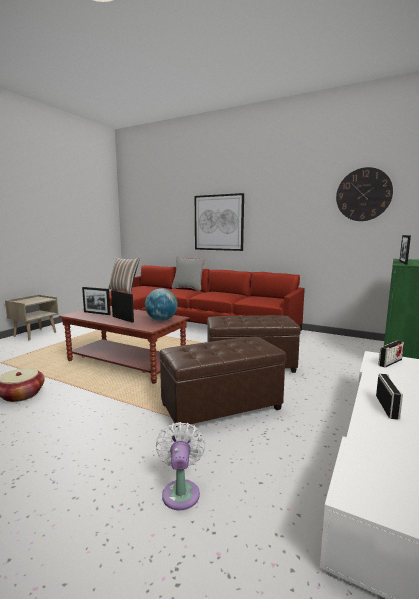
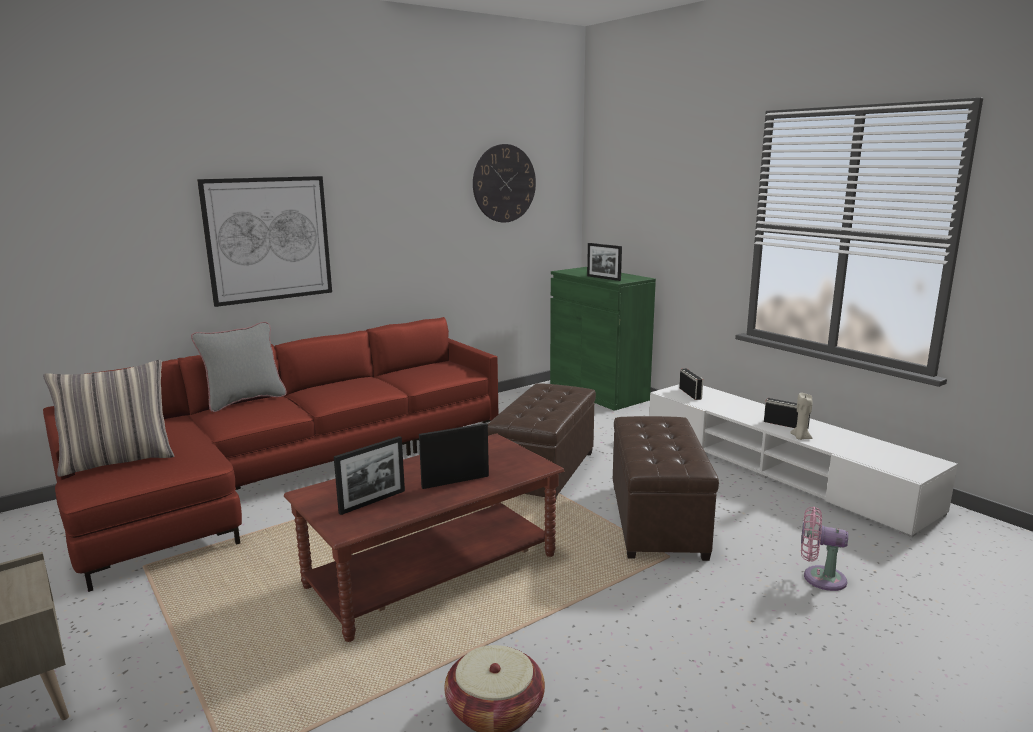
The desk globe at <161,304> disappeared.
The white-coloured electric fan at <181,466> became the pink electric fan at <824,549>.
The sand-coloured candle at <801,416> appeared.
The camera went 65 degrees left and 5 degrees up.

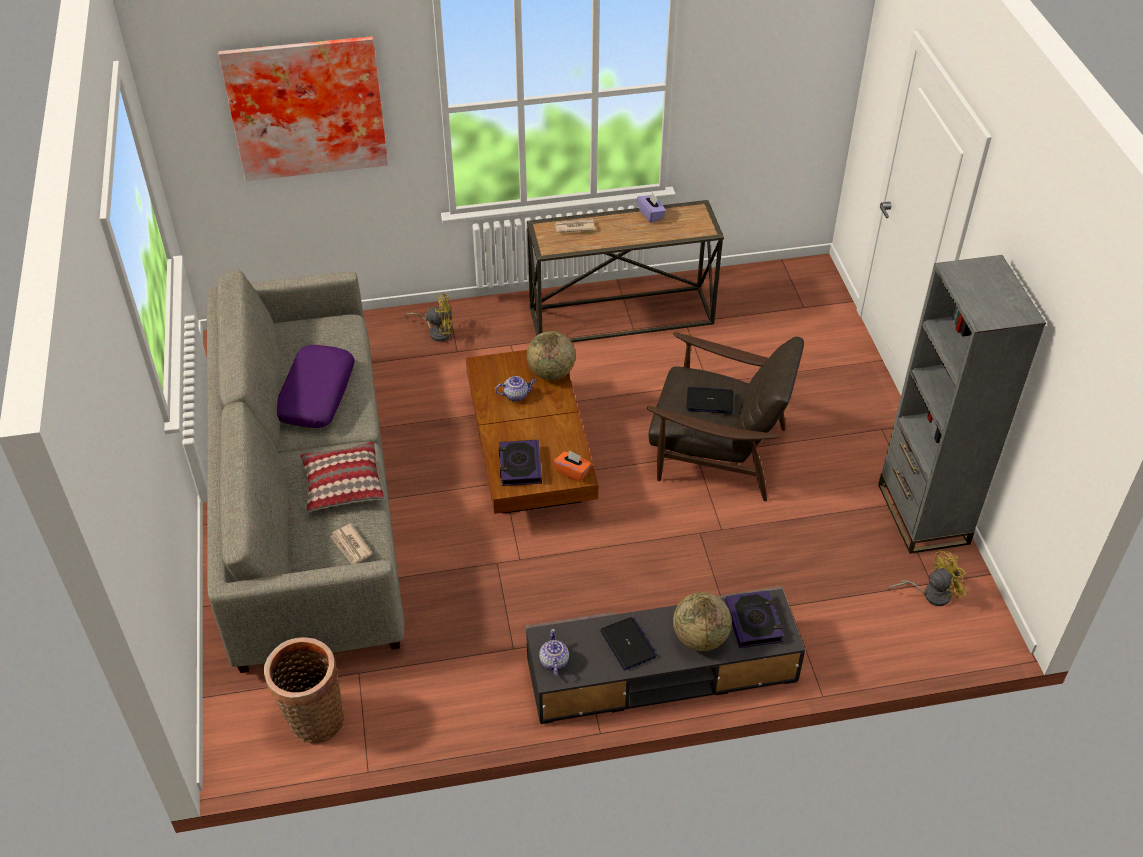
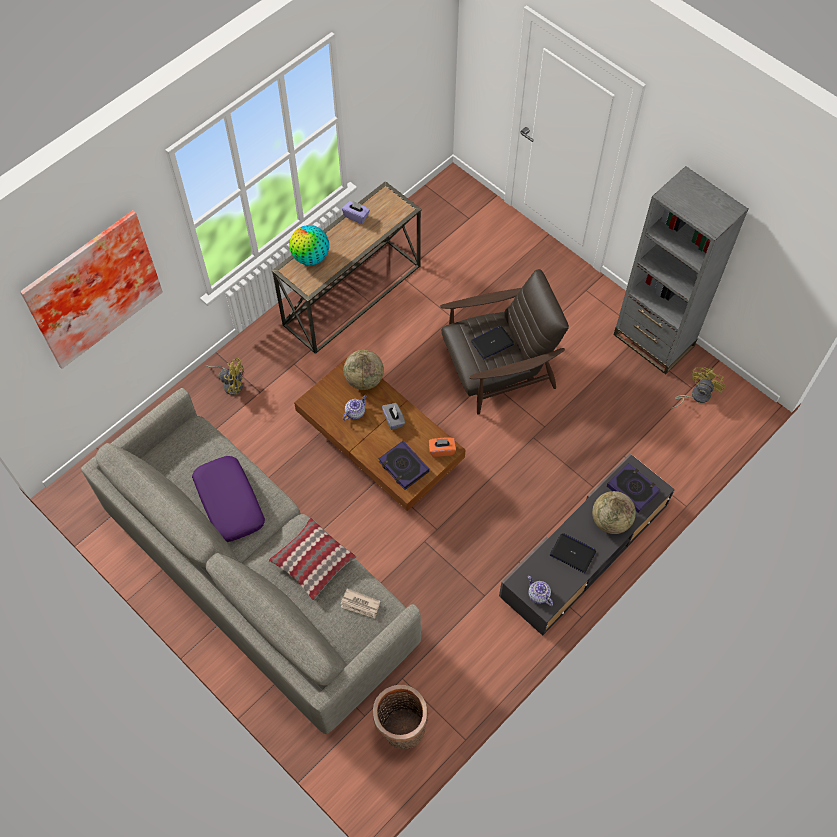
The newspaper at <574,225> was replaced by the desk globe at <309,245>.
The yellow-coloured electric fan at <429,317> turned 45 degrees clockwise.
The gray tissue box at <393,416> appeared.
The camera went 35 degrees left and 15 degrees up.

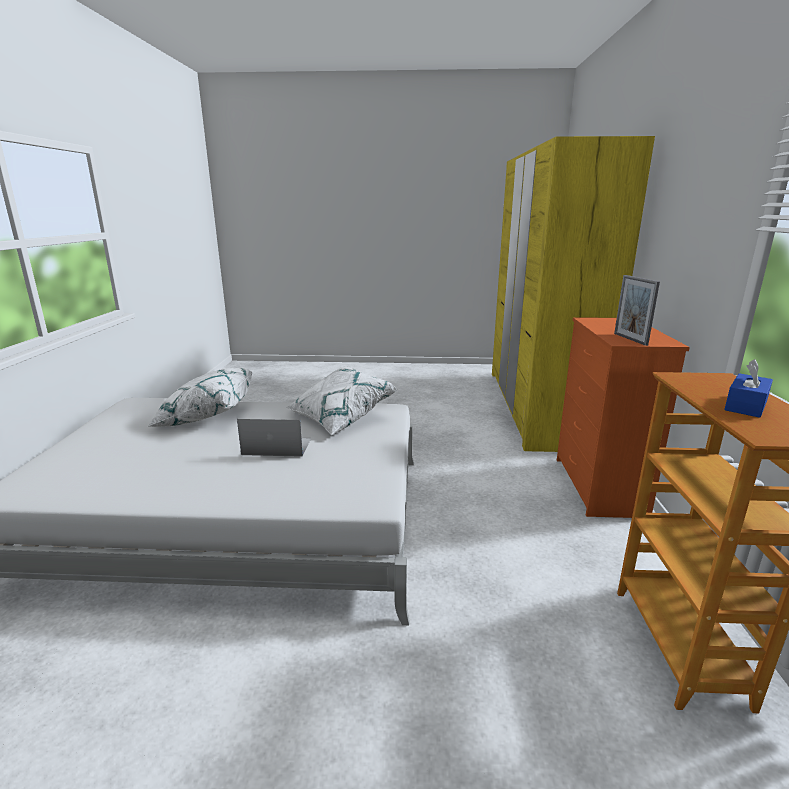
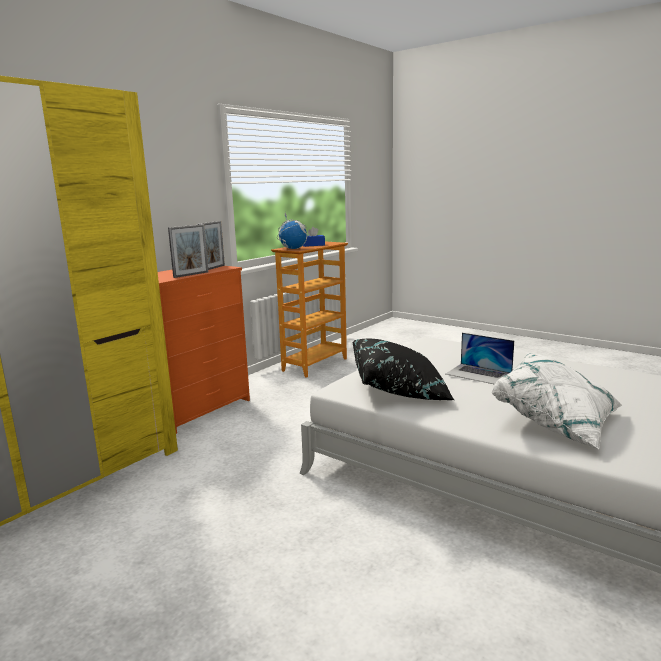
The white-coloured throw pillow at <341,401> became the blackish throw pillow at <403,369>.
The desk globe at <292,230> appeared.
The standing frame at <188,251> appeared.
The camera went 145 degrees left and 5 degrees down.

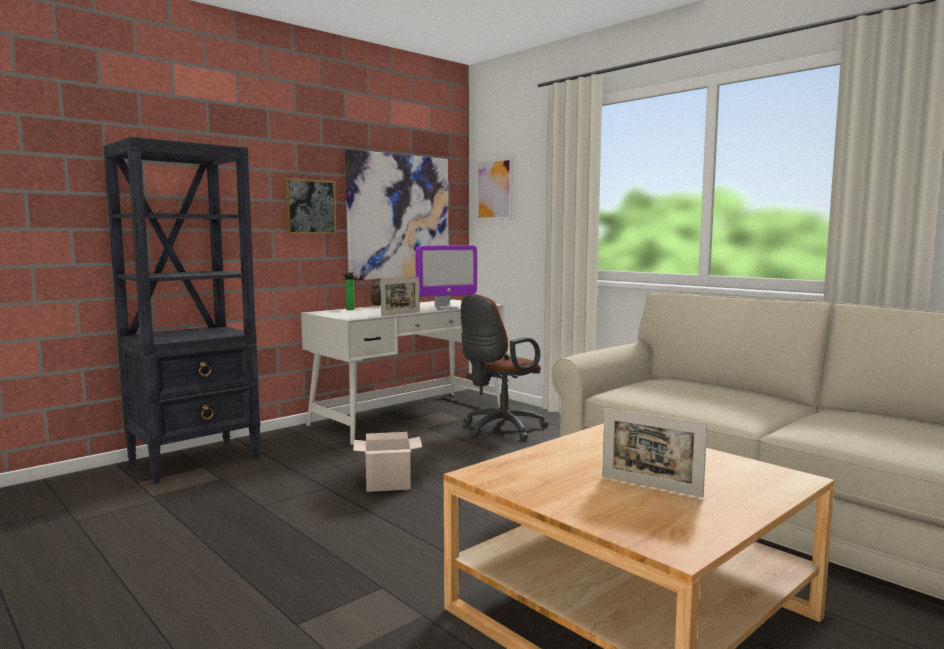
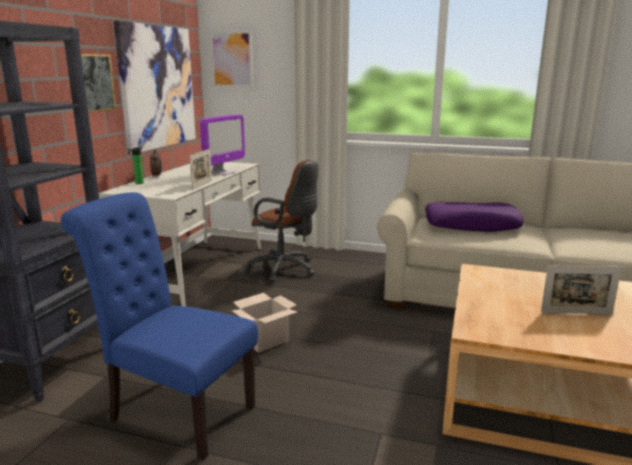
The brownish computer chair at <504,367> turned 75 degrees counterclockwise.
The blue upright chair at <159,326> appeared.
The purplish throw pillow at <474,217> appeared.
The camera went 30 degrees left and 10 degrees up.

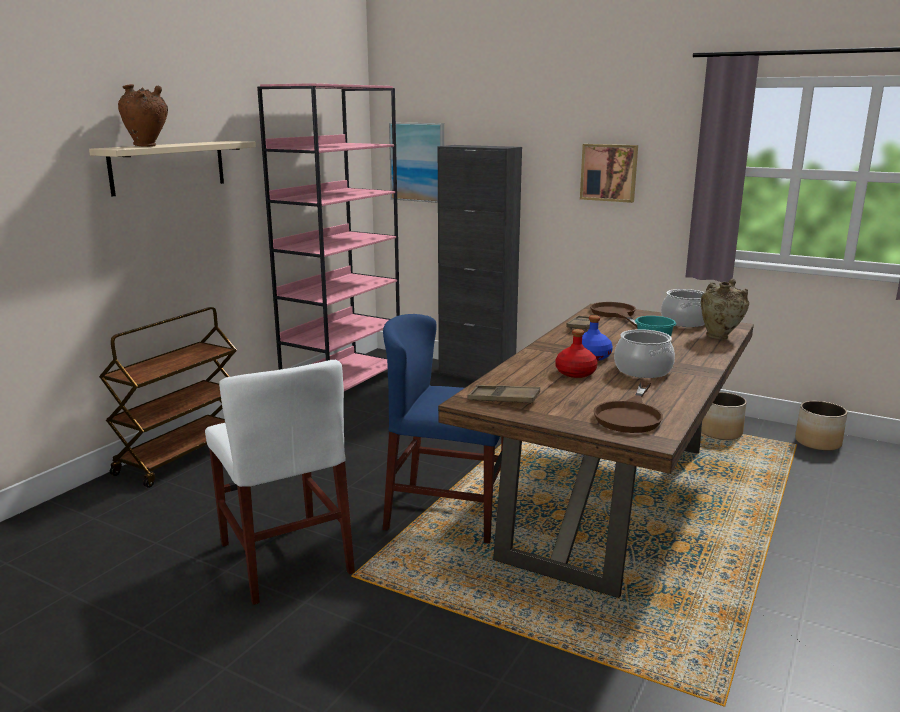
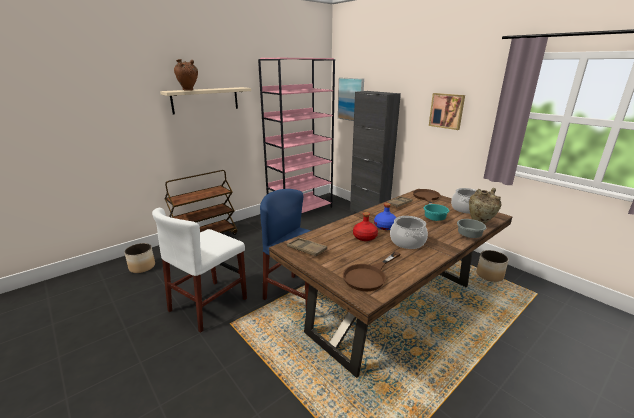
The white-coloured upright chair at <280,482> turned 45 degrees clockwise.
The plant pot moved from <821,426> to <139,258>.
The gray bowl at <471,228> appeared.
The camera went 20 degrees right and 5 degrees up.

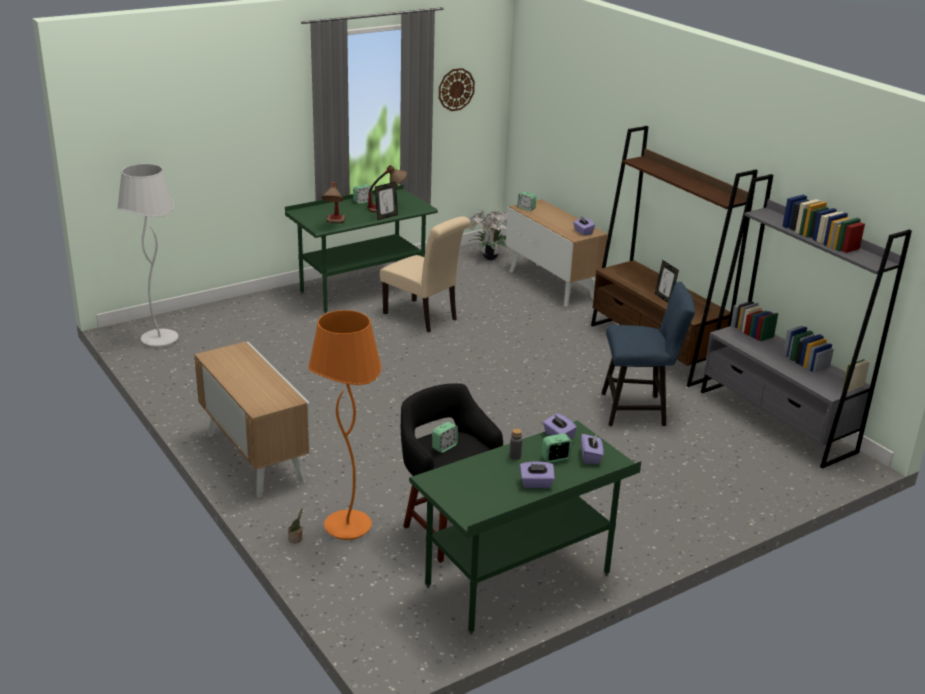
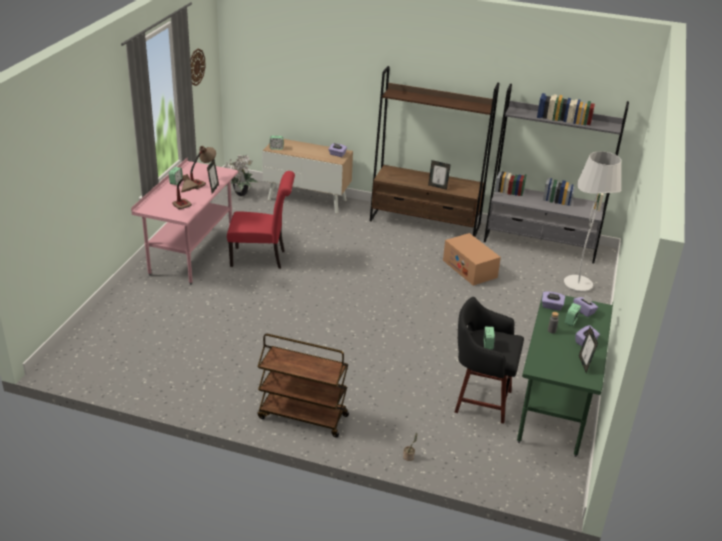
The white-coloured standard lamp moved from <147,256> to <592,221>.
The green-coloured desk unit at <361,249> became the pink desk unit at <184,221>.
The sand-coloured upright chair at <425,274> became the reddish upright chair at <261,220>.
The blue upright chair at <648,354> was replaced by the carton at <472,259>.
The orangey standard lamp at <344,425> disappeared.
The storage cabinet at <252,419> was replaced by the brownish trolley at <303,386>.
The standing frame at <588,350> appeared.
The camera went 40 degrees left and 5 degrees up.

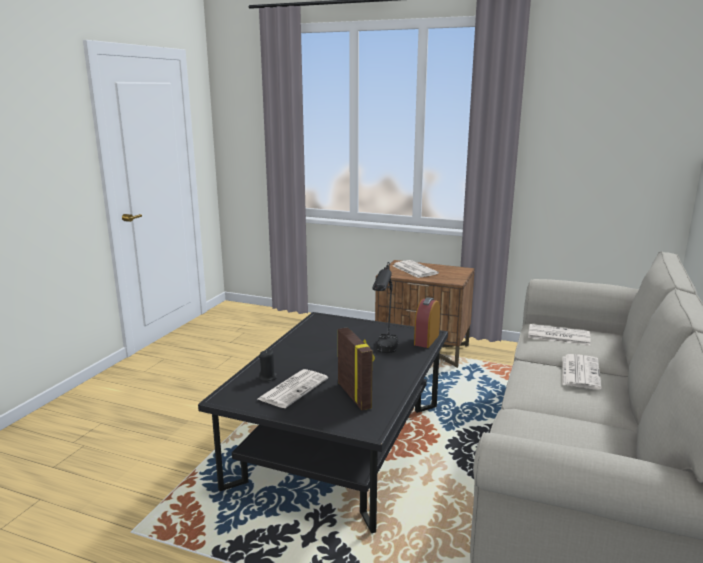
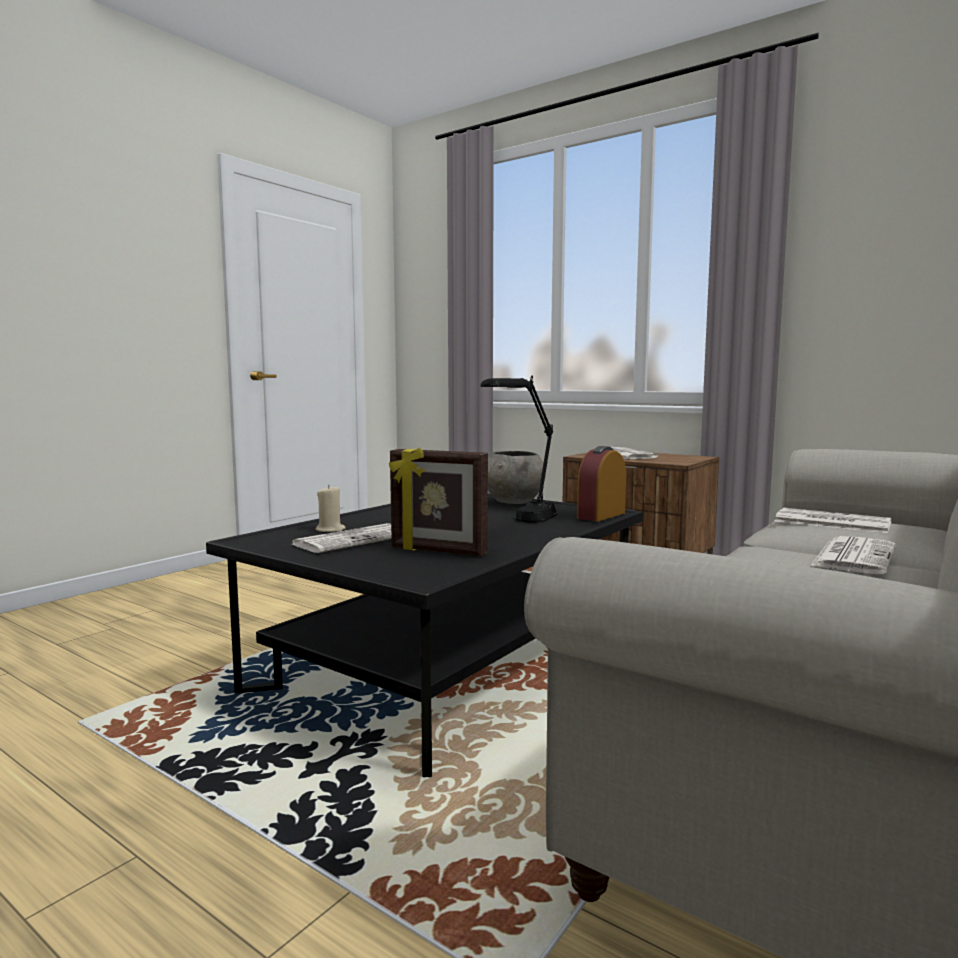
The standing frame at <356,368> turned 120 degrees clockwise.
The blackish candle at <268,365> became the sand-coloured candle at <331,508>.
The gray bowl at <517,477> appeared.
The camera went 15 degrees right and 10 degrees down.

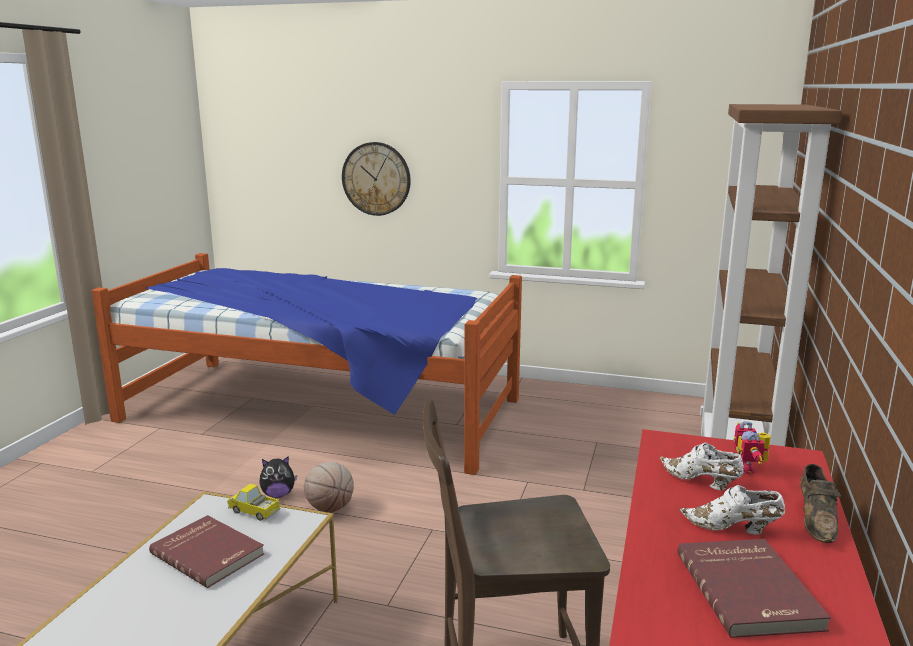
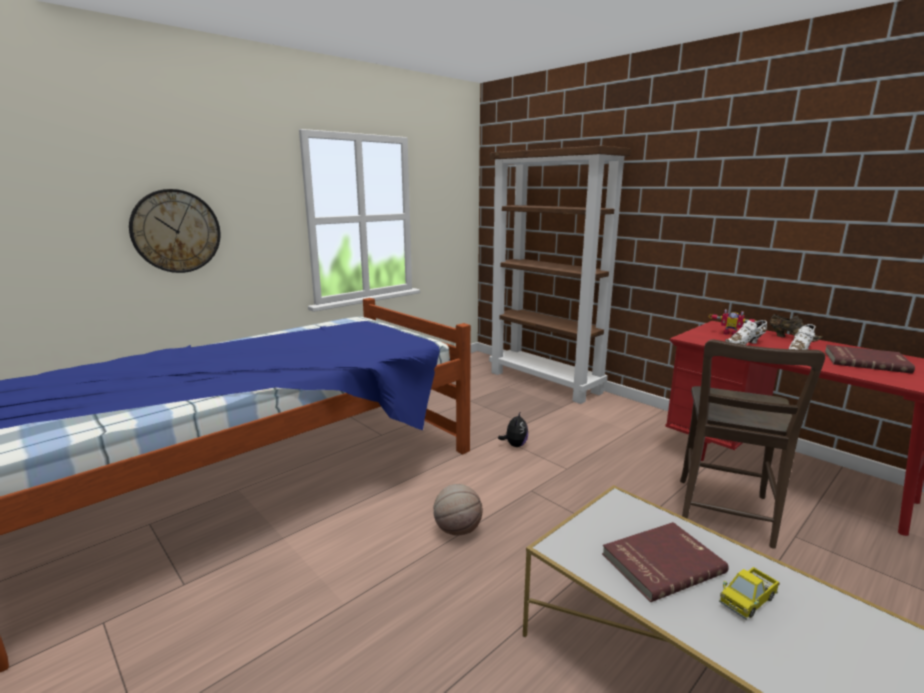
The soft toy moved from <278,477> to <513,429>.
The toy lorry moved from <253,502> to <749,593>.
The camera went 60 degrees left and 0 degrees up.

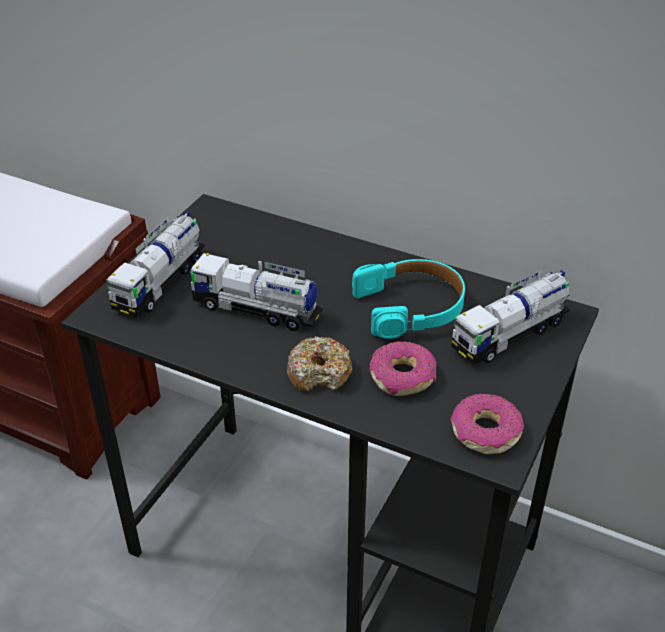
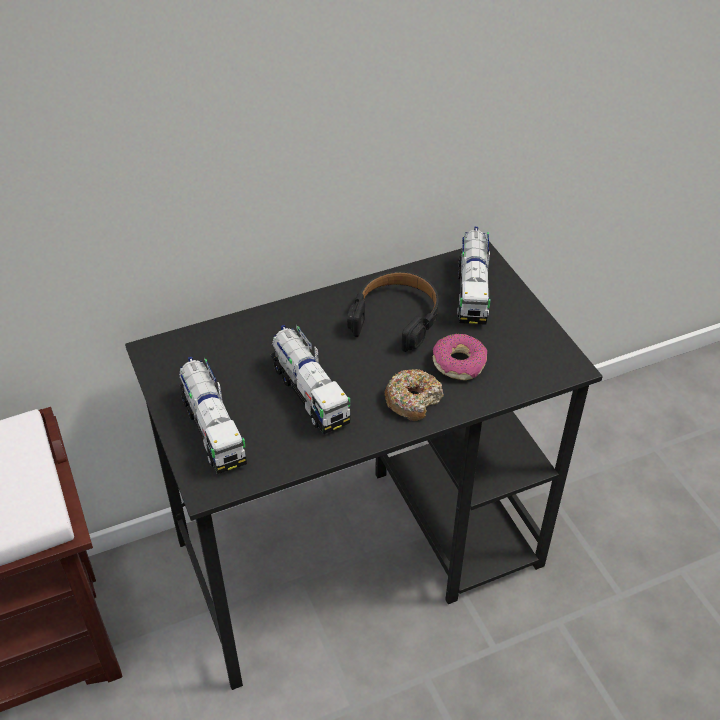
The toy lorry at <255,292> turned 90 degrees counterclockwise.
The turquoise-coloured pair of headphones at <408,299> became the blackish pair of headphones at <393,311>.
The ring doughnut at <487,424> disappeared.
The camera went 50 degrees left and 5 degrees up.

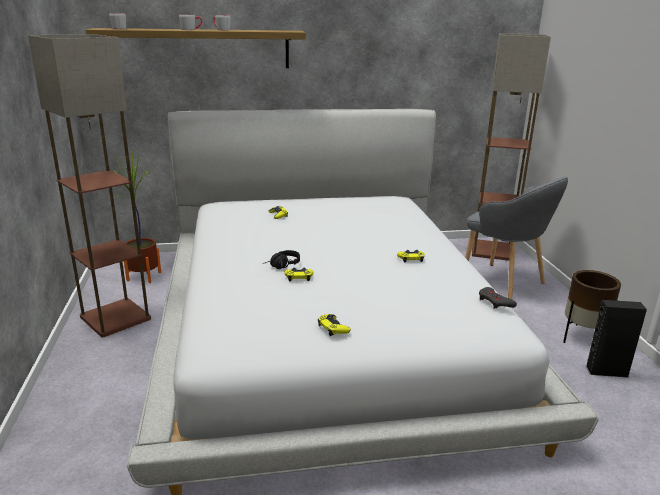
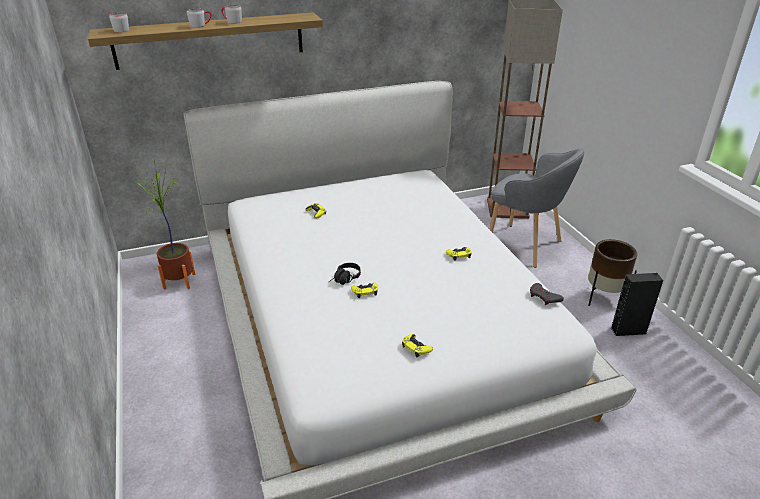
The standard lamp at <89,186> disappeared.
The camera went 10 degrees left and 10 degrees up.

